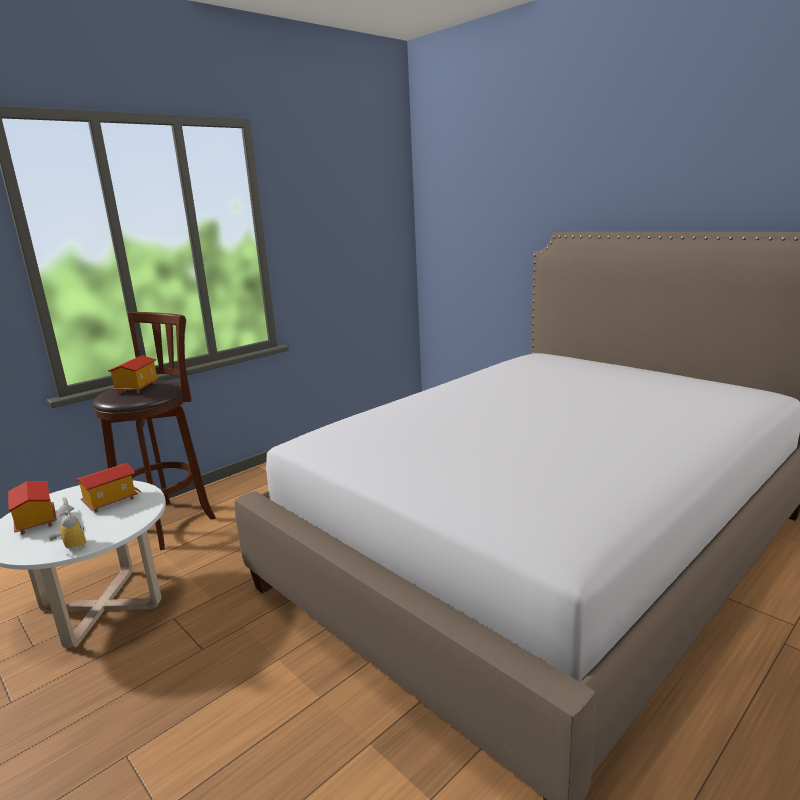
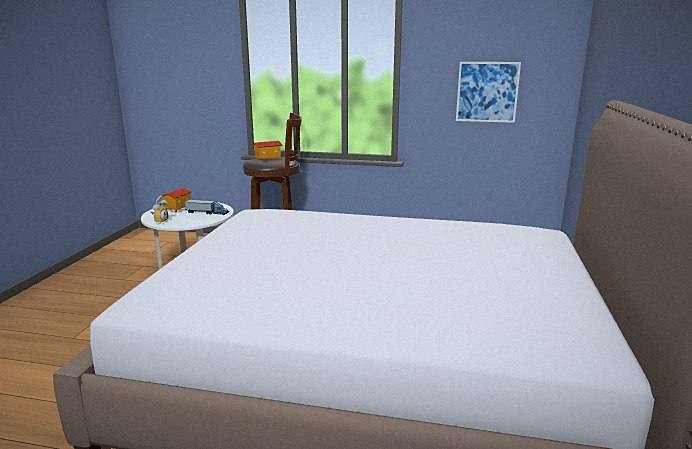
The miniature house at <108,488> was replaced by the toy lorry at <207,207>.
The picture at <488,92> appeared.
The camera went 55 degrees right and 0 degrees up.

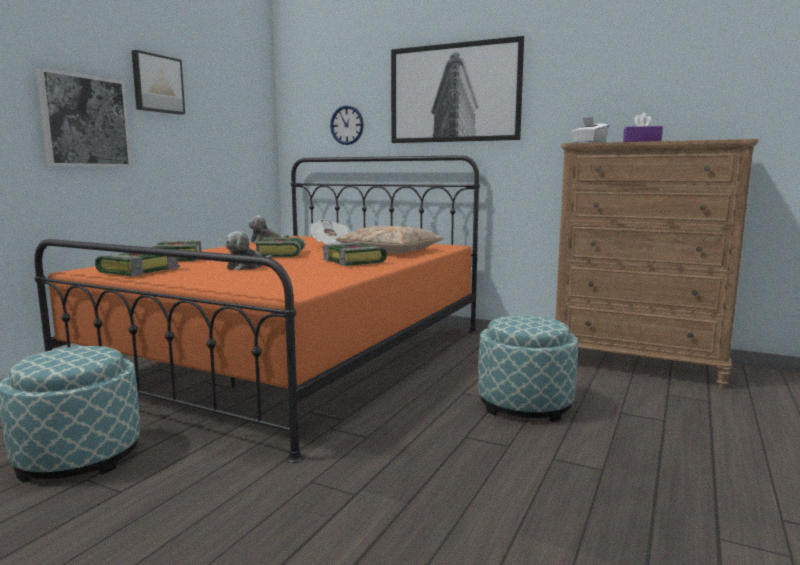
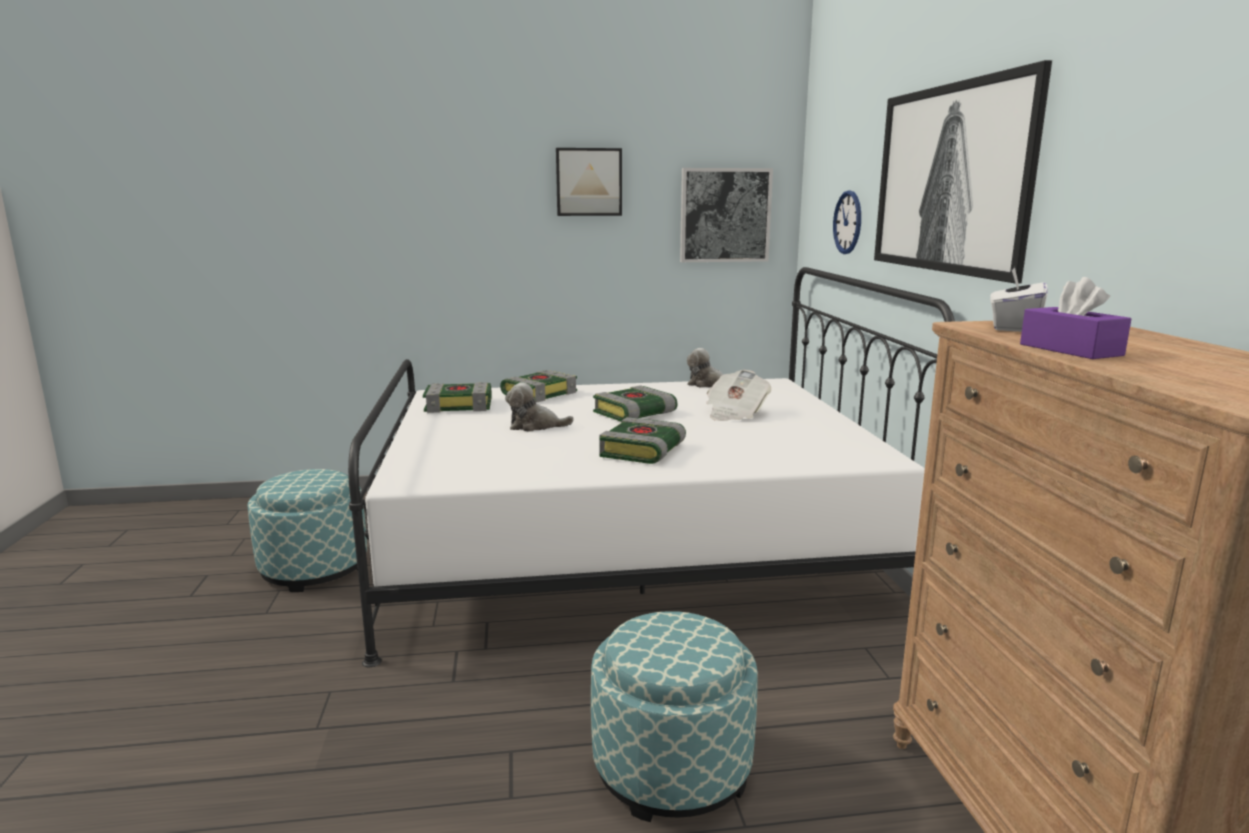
The picture moved from <83,117> to <726,215>.
The orangey bed at <257,309> became the white-coloured bed at <651,467>.
The sand-coloured throw pillow at <390,239> disappeared.
The camera went 55 degrees right and 5 degrees up.

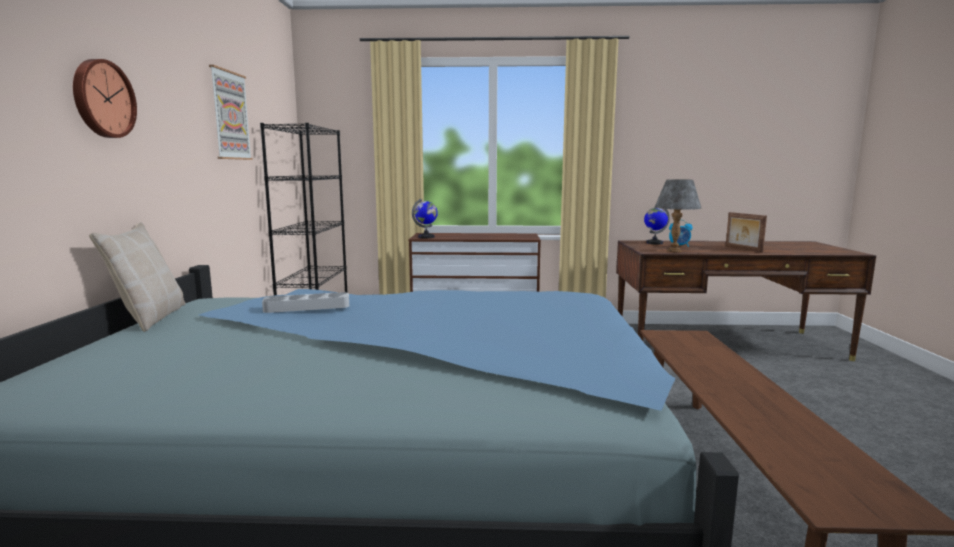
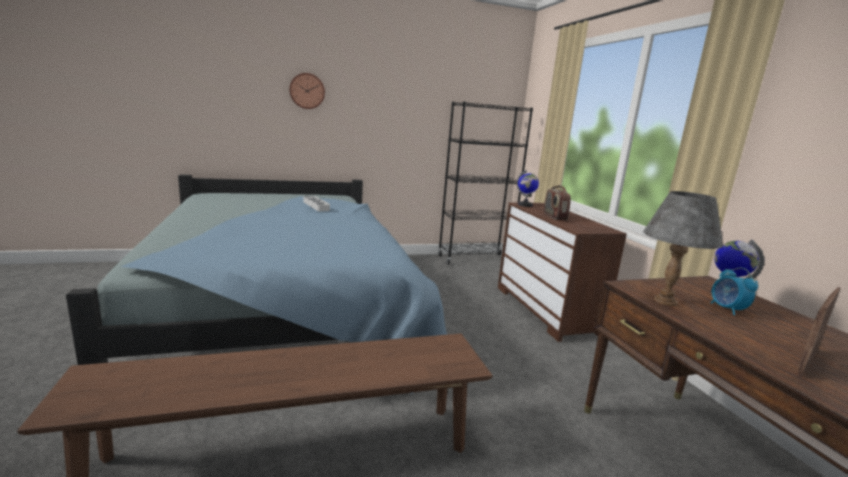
The picture at <231,112> disappeared.
The sand-coloured throw pillow at <137,277> disappeared.
The radio set at <557,202> appeared.
The camera went 70 degrees right and 5 degrees up.

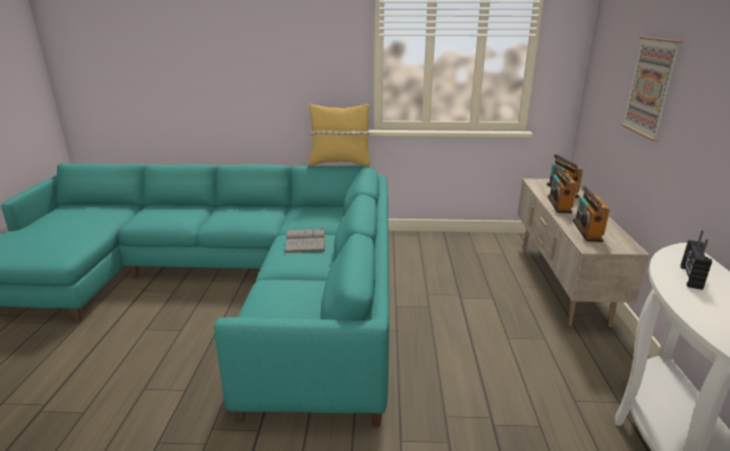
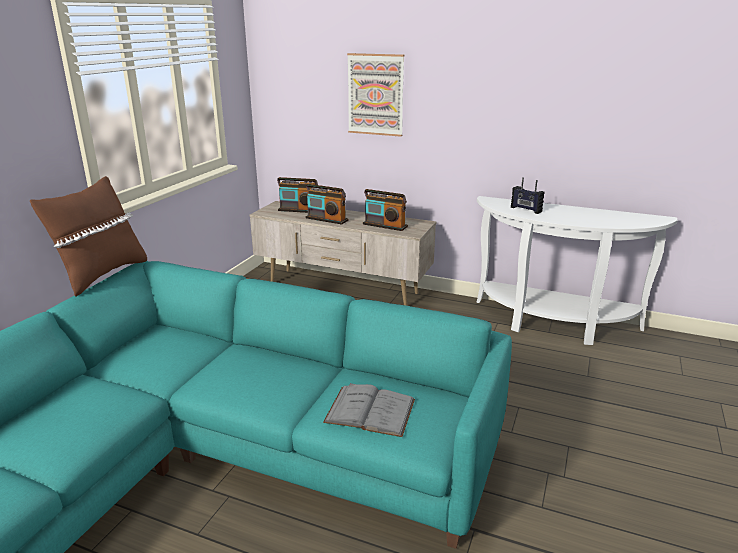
The yellow-coloured throw pillow at <339,135> became the brownish throw pillow at <88,236>.
The gray volume moved from <305,240> to <369,410>.
The camera went 70 degrees left and 0 degrees up.

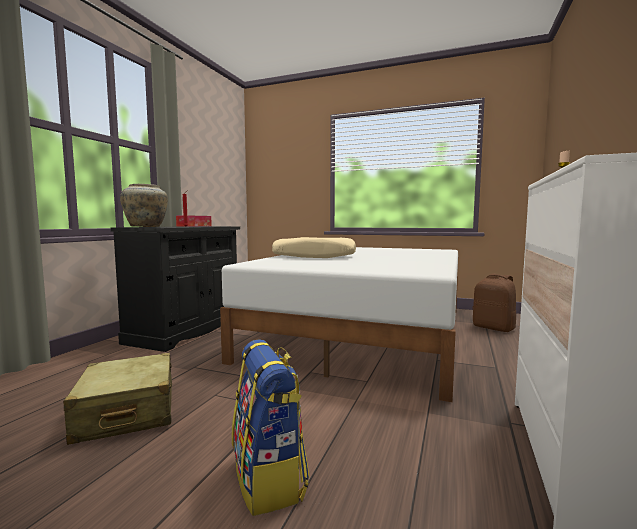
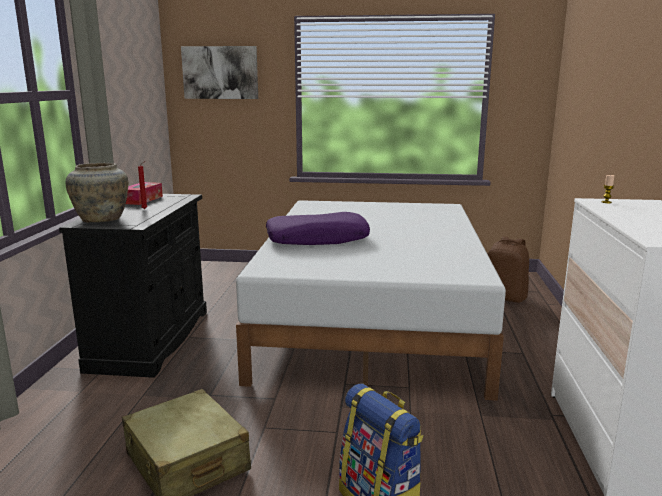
The sand-coloured throw pillow at <314,247> became the purplish throw pillow at <318,228>.
The picture at <219,72> appeared.
The camera went 15 degrees left and 10 degrees up.

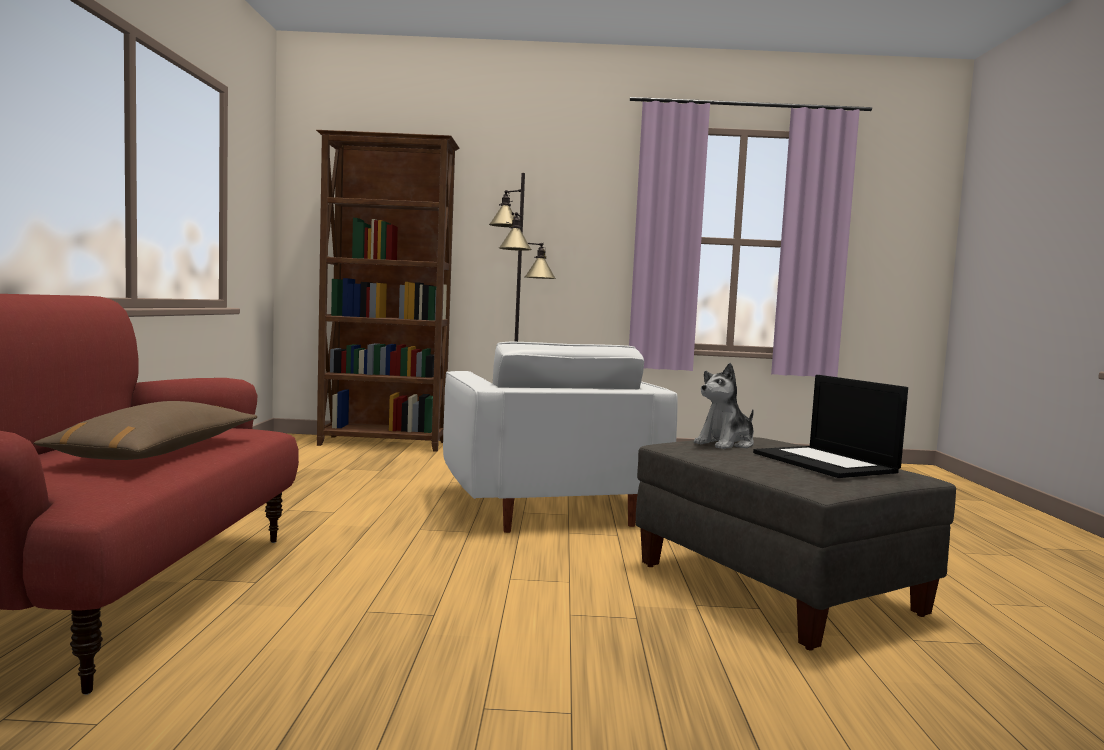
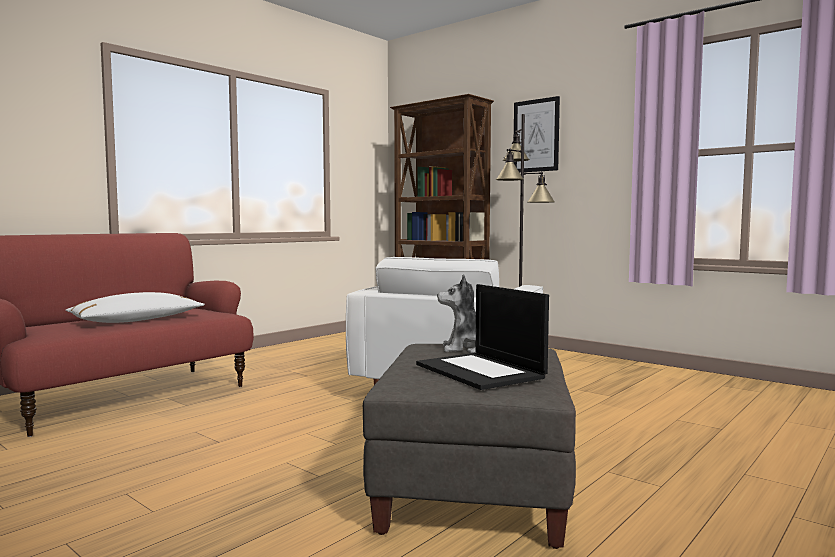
The portable computer at <830,426> turned 45 degrees counterclockwise.
The brownish throw pillow at <145,430> became the white-coloured throw pillow at <135,307>.
The picture at <537,134> appeared.
The camera went 40 degrees right and 0 degrees up.

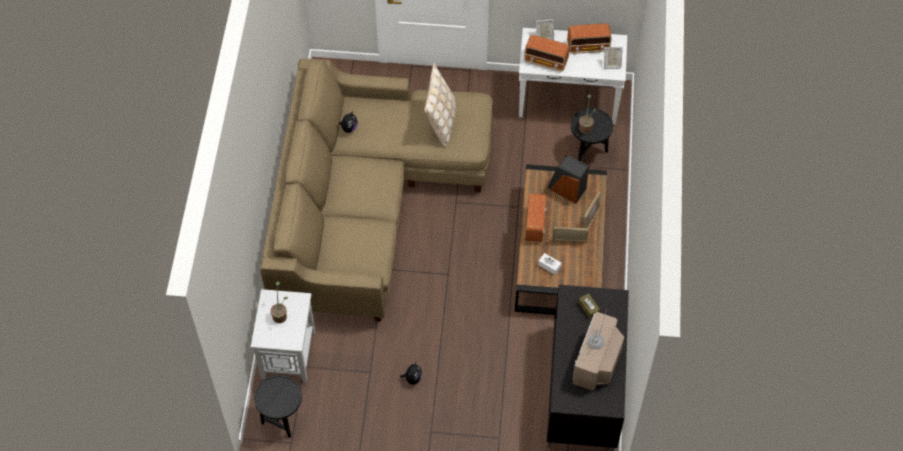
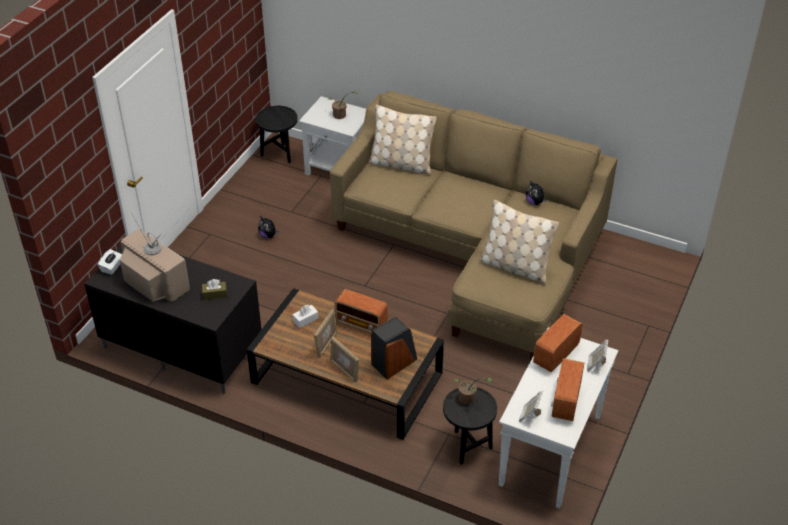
The sand-coloured throw pillow at <403,140> appeared.
The white-coloured tissue box at <110,262> appeared.
The camera went 110 degrees right and 15 degrees down.

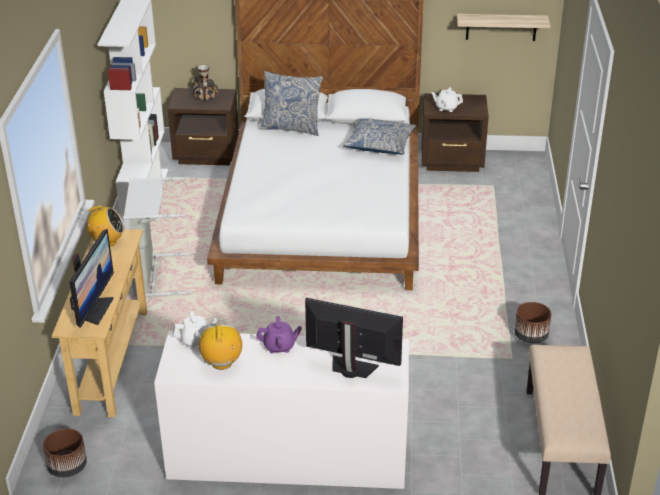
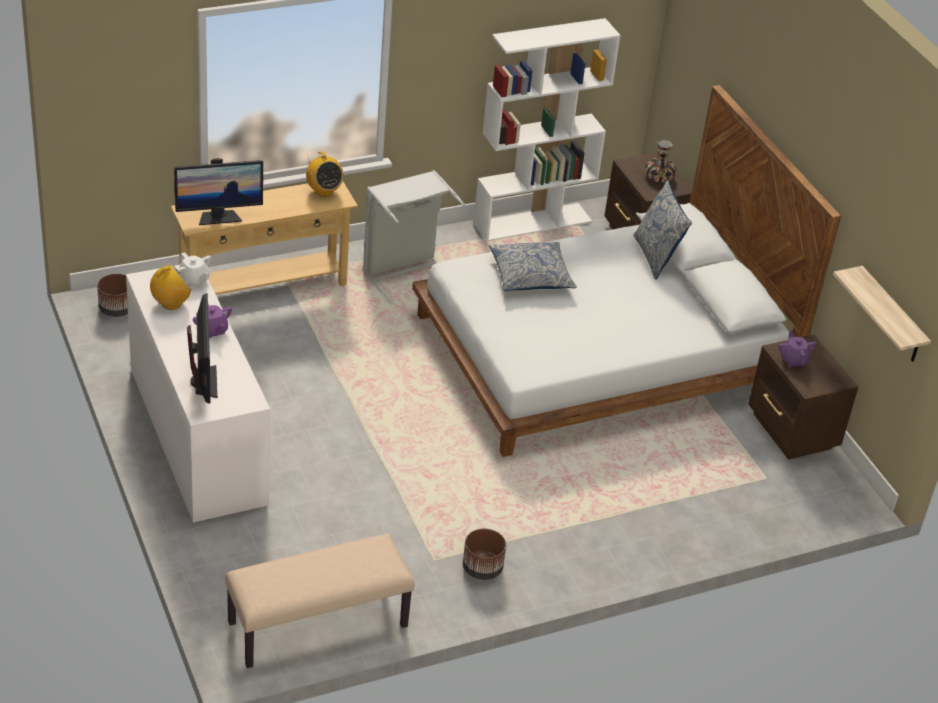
The white-coloured teapot at <447,99> became the purplish teapot at <798,348>.
The throw pillow moved from <379,136> to <533,266>.
The camera went 60 degrees right and 5 degrees up.

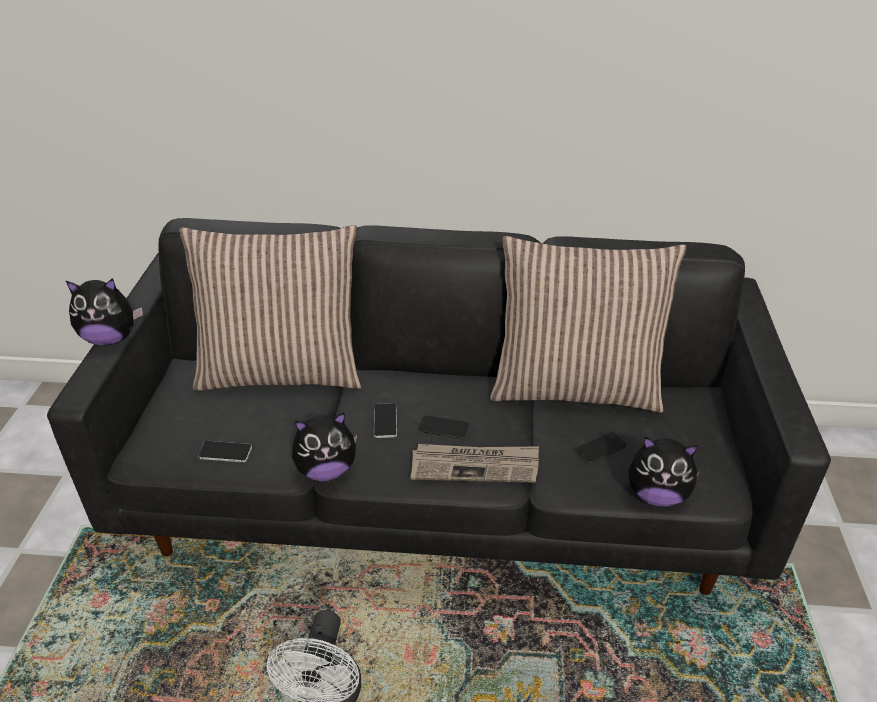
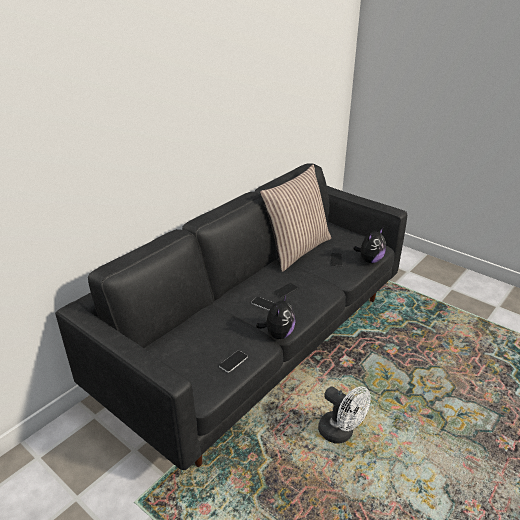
The throw pillow at <270,308> disappeared.
The soft toy at <104,311> disappeared.
The newspaper at <475,463> disappeared.
The camera went 55 degrees left and 5 degrees down.

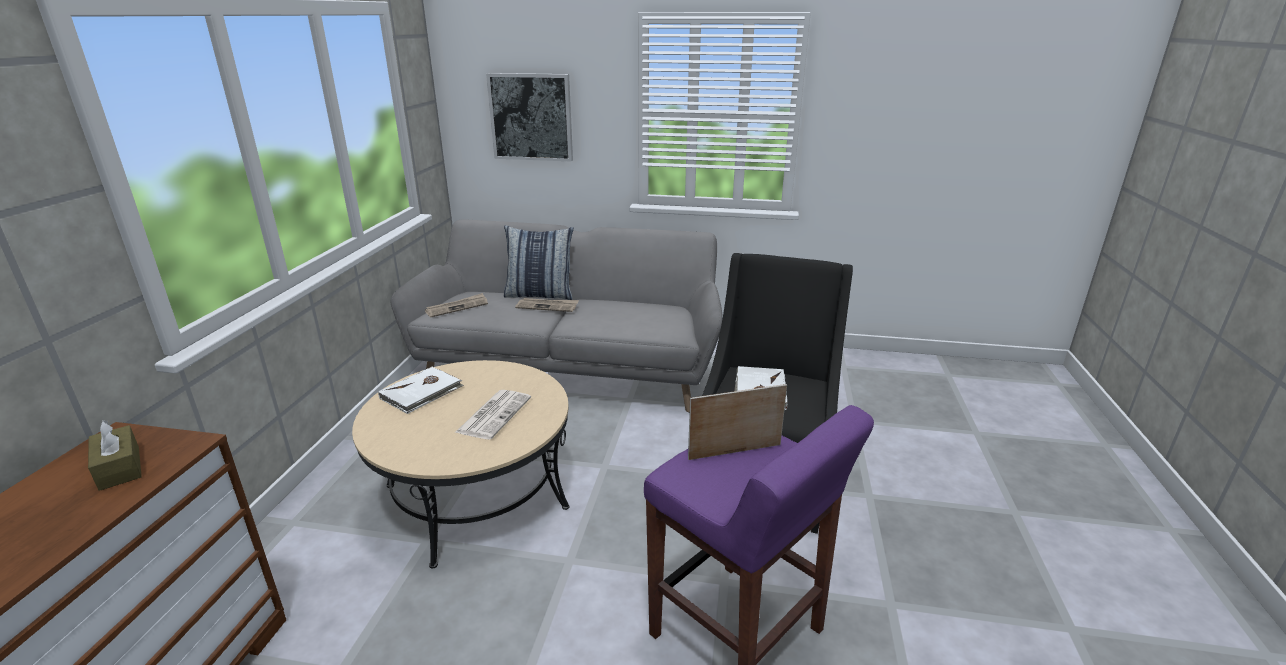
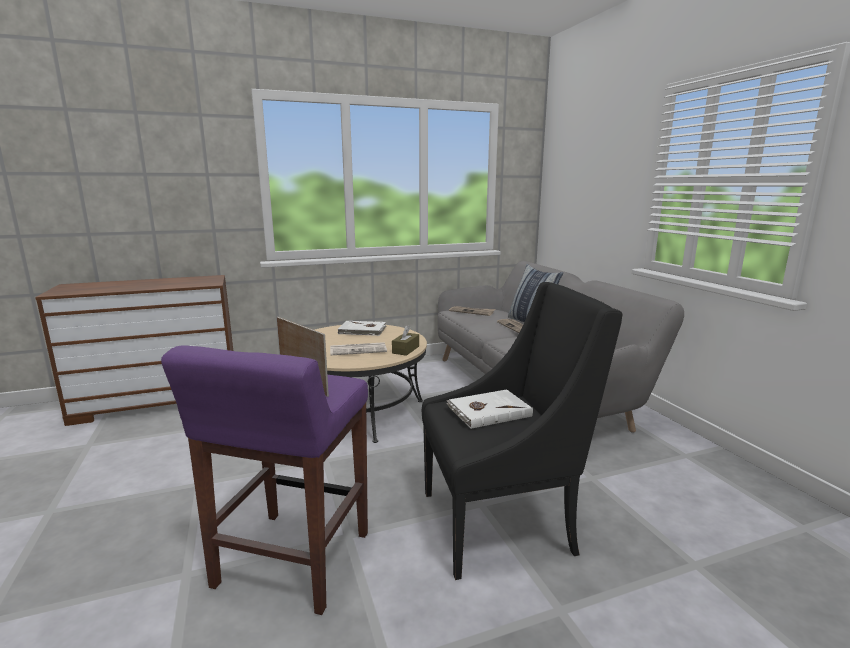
The picture at <529,117> disappeared.
The brownish tissue box moved from <115,455> to <405,340>.
The camera went 60 degrees right and 10 degrees down.

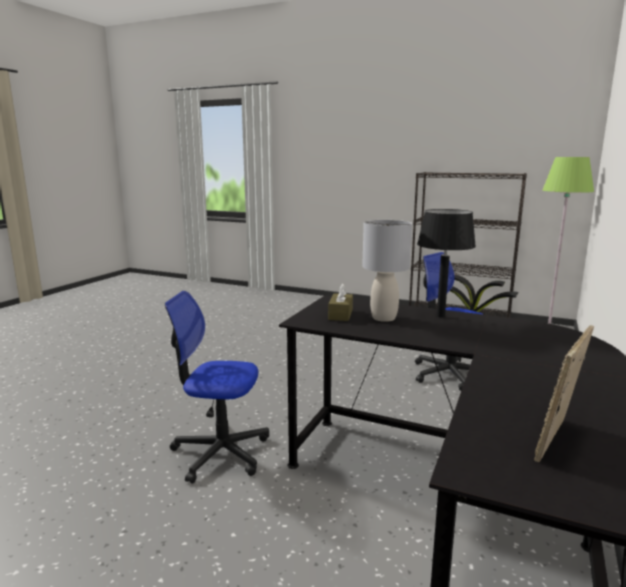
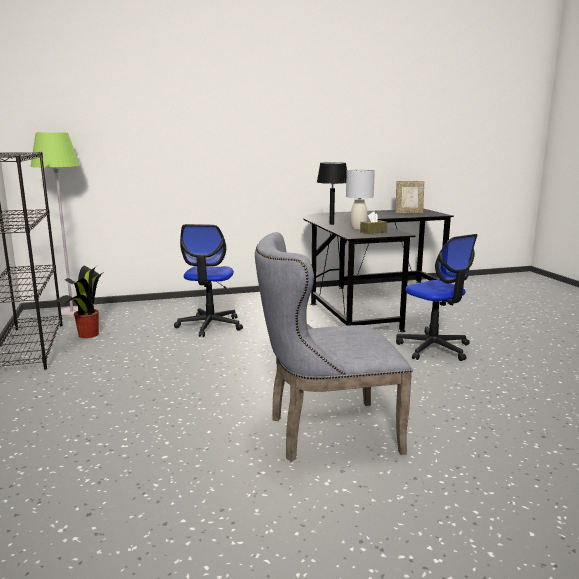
The gray upright chair at <334,346> appeared.
The camera went 130 degrees left and 0 degrees up.

